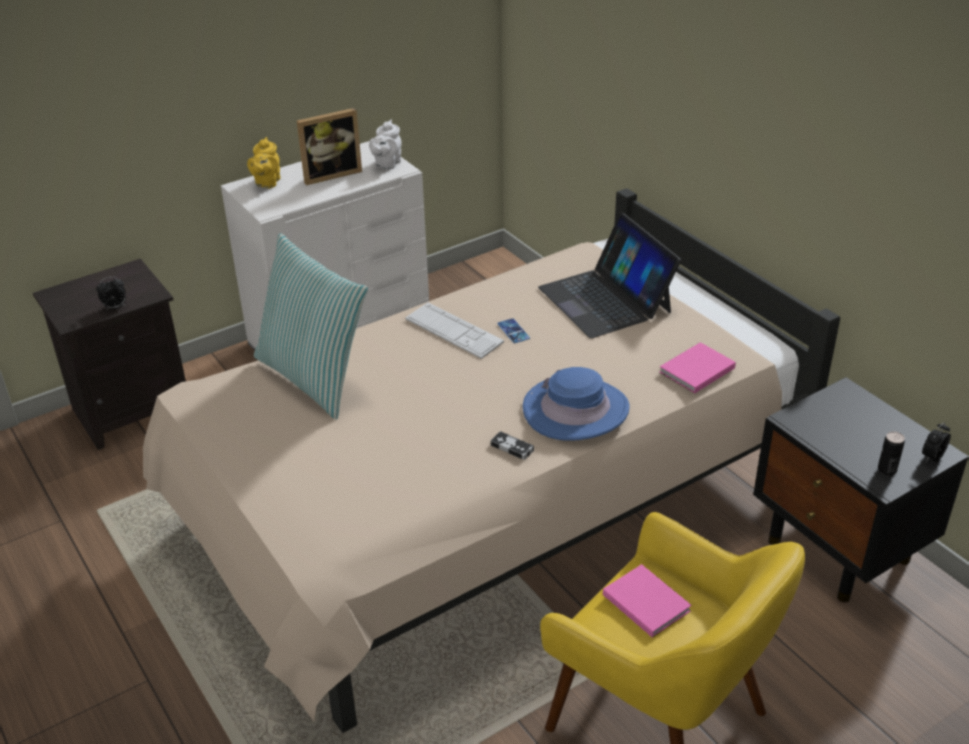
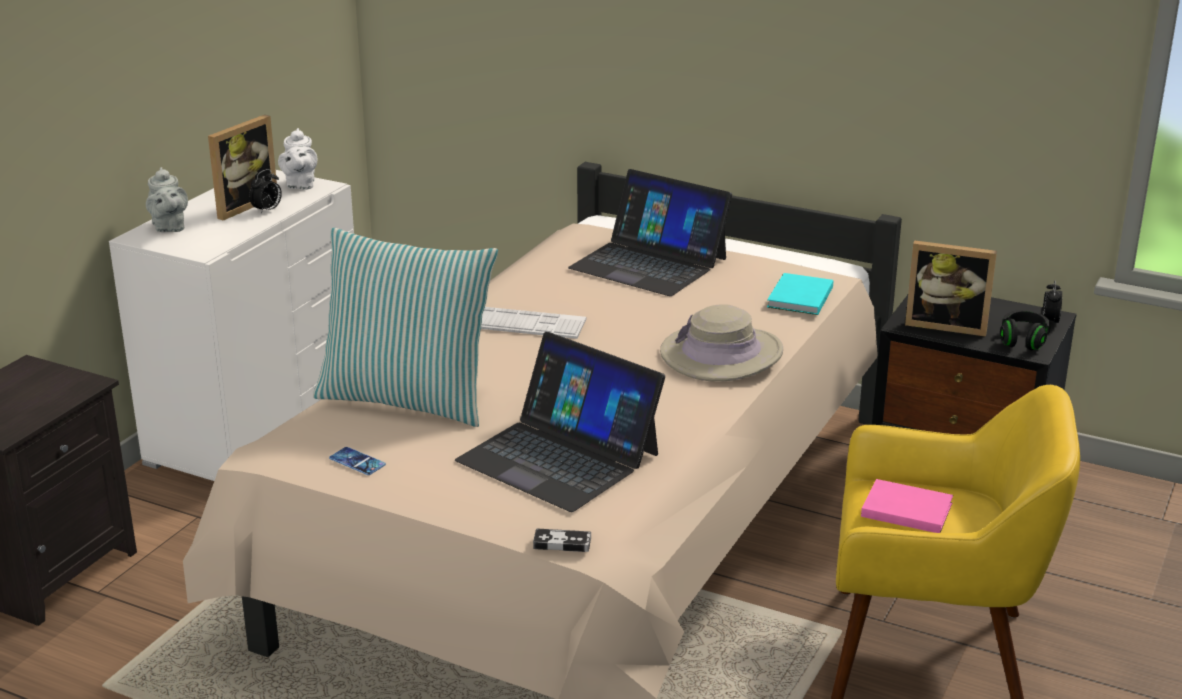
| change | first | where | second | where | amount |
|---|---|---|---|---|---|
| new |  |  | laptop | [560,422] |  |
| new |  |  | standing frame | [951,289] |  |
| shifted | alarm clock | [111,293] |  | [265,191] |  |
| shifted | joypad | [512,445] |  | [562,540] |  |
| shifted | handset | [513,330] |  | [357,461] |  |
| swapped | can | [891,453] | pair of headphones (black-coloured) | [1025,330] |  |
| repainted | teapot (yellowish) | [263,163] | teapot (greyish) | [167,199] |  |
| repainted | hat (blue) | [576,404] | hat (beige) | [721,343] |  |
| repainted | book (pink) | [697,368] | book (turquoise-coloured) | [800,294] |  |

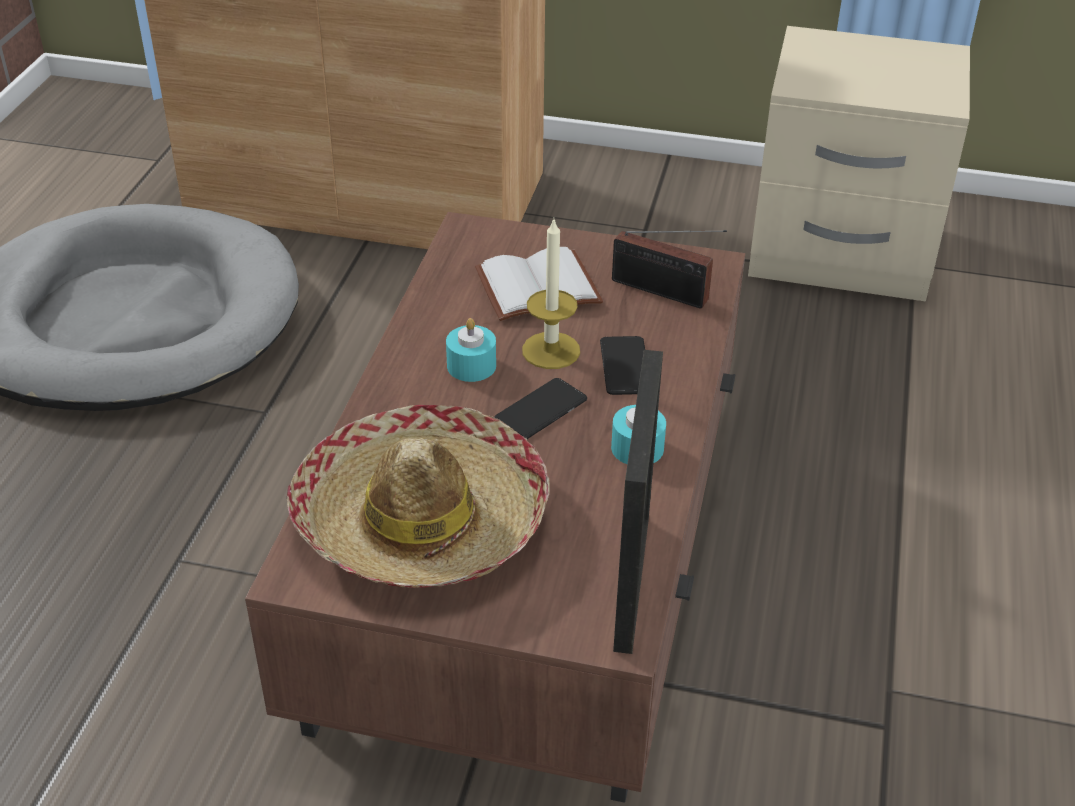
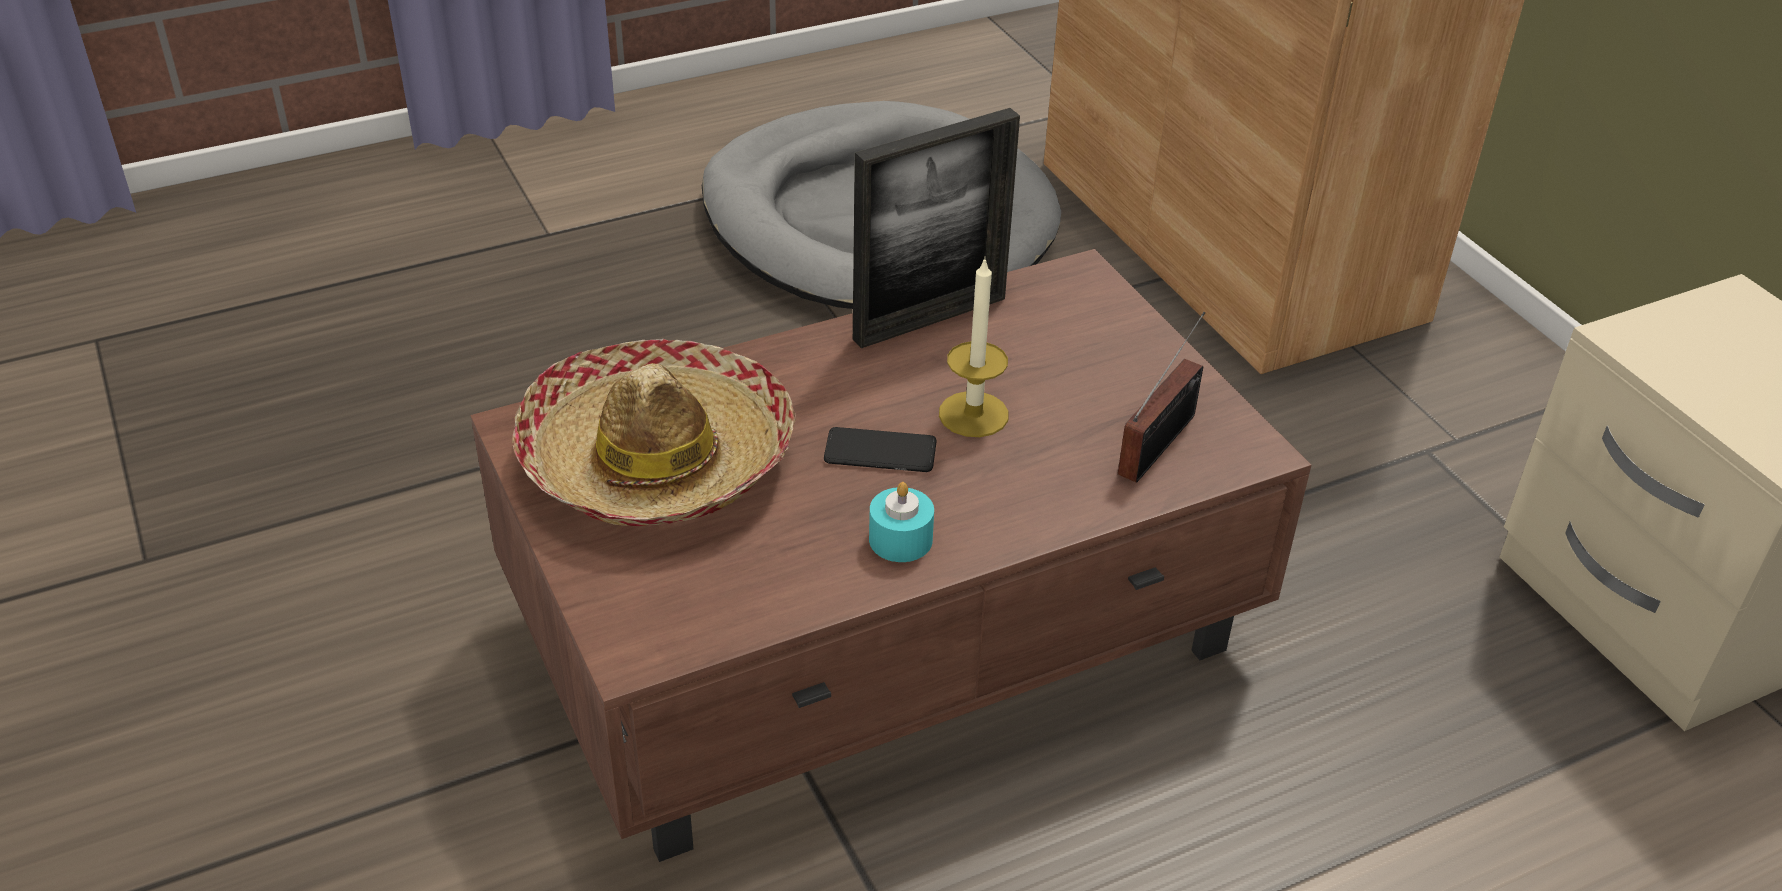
| change | first | where | second | where | amount |
|---|---|---|---|---|---|
| gone | candle (turquoise-coloured) | [471,350] |  |  |  |
| gone | book (white-coloured) | [539,284] |  |  |  |
| gone | handset | [622,365] |  |  |  |
| shifted | standing frame | [638,502] |  | [936,228] |  |
| rotated | radio | [669,269] |  | [1161,397] | 135 degrees counterclockwise |

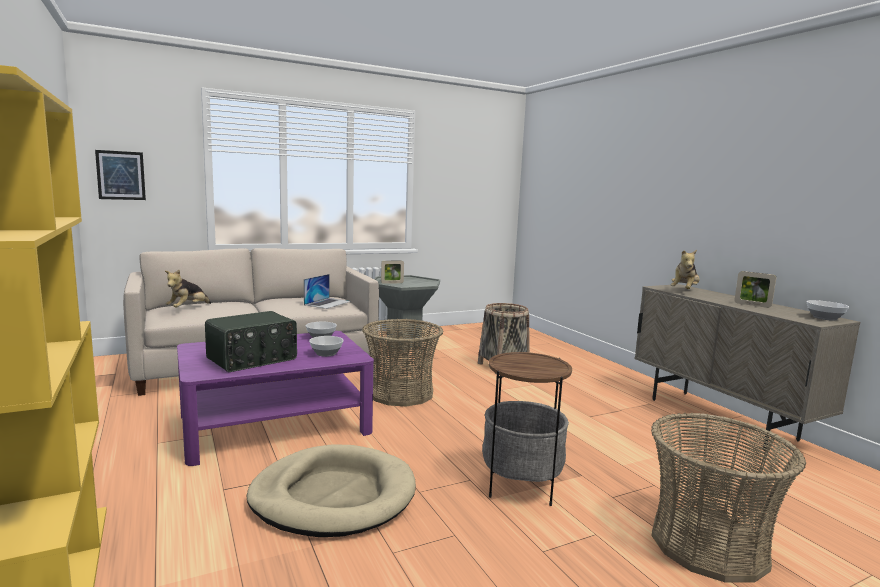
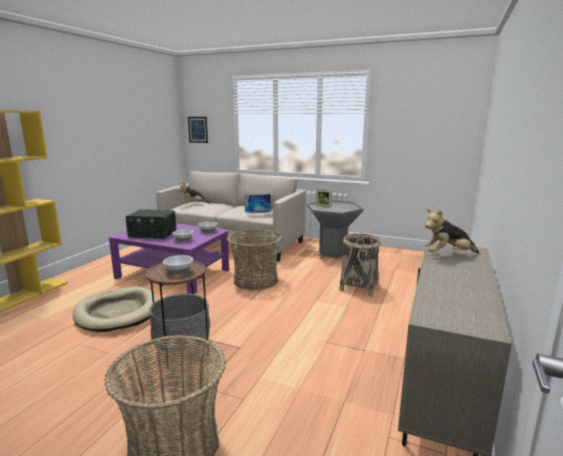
| change | first | where | second | where | amount |
|---|---|---|---|---|---|
| gone | standing frame | [755,289] |  |  |  |
| shifted | deep dish | [828,310] |  | [178,265] |  |

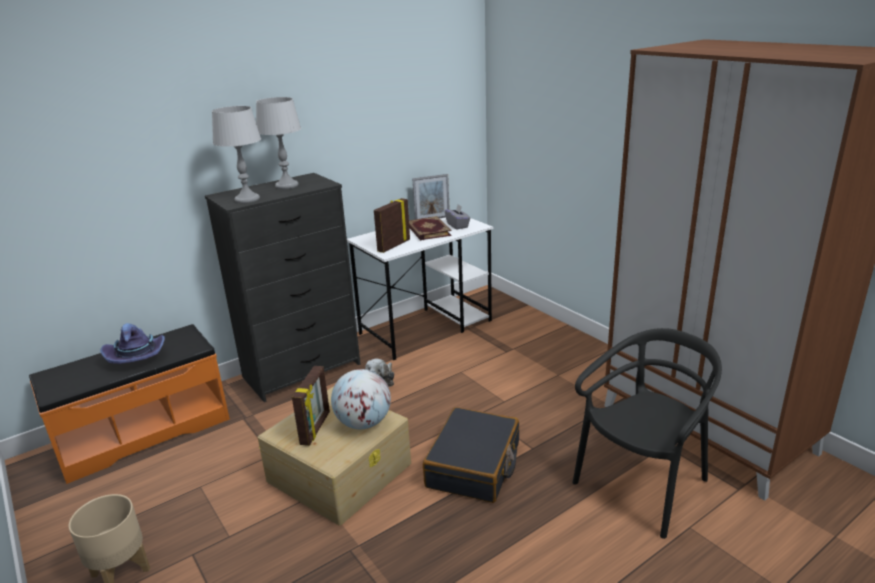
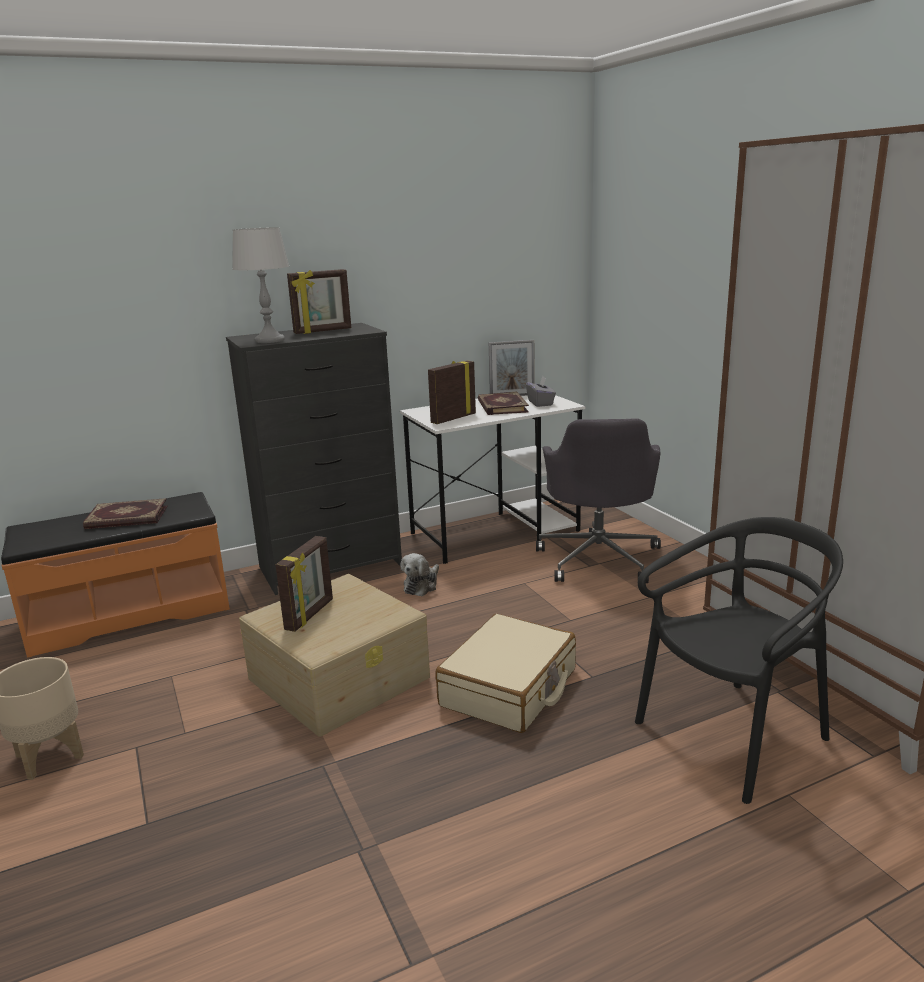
| change | first | where | second | where | amount |
|---|---|---|---|---|---|
| gone | globe | [361,399] |  |  |  |
| new |  |  | computer chair (greyish) | [598,500] |  |
| swapped | hat (purplish) | [132,343] | book | [125,513] |  |
| swapped | lamp for a table (greyish) | [278,143] | standing frame | [319,301] |  |
| repainted | piece of luggage (black-coloured) | [471,455] | piece of luggage (beige) | [506,673] |  |

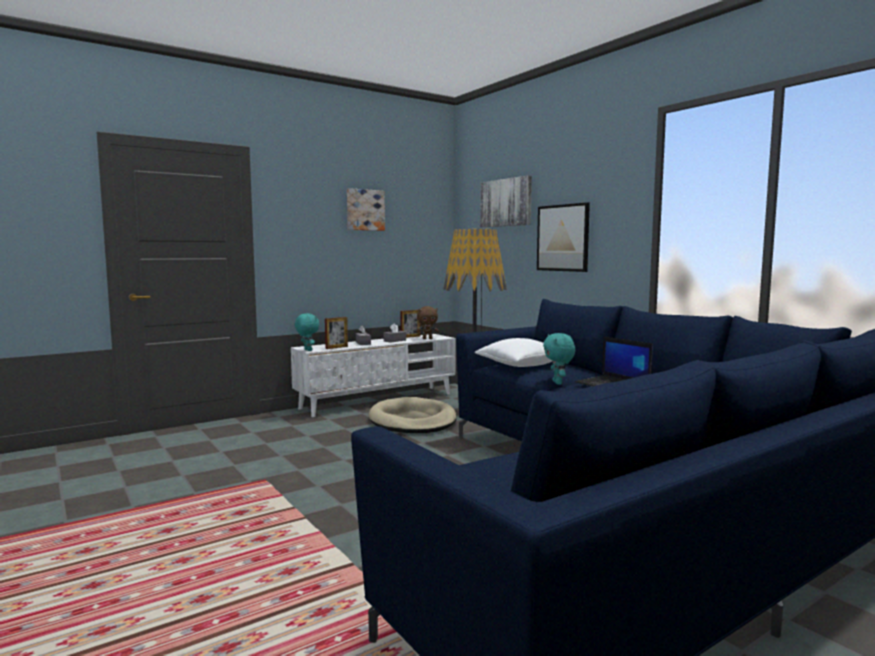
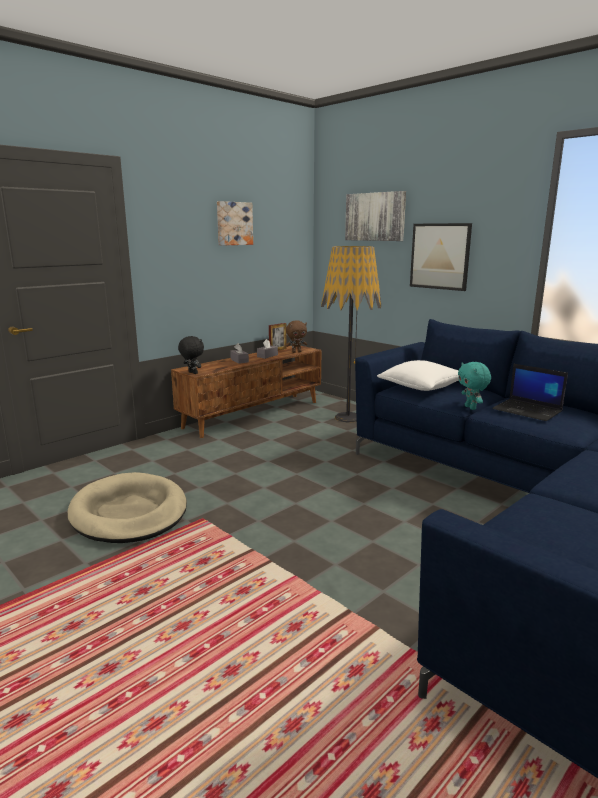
| change | first | where | second | where | amount |
|---|---|---|---|---|---|
| gone | standing frame | [336,333] |  |  |  |
| shifted | dog bed (beige) | [413,415] |  | [127,507] |  |
| repainted | media console (white-coloured) | [373,375] | media console (brown) | [246,392] |  |
| repainted | soft toy (turquoise-coloured) | [307,332] | soft toy (black-coloured) | [191,355] |  |

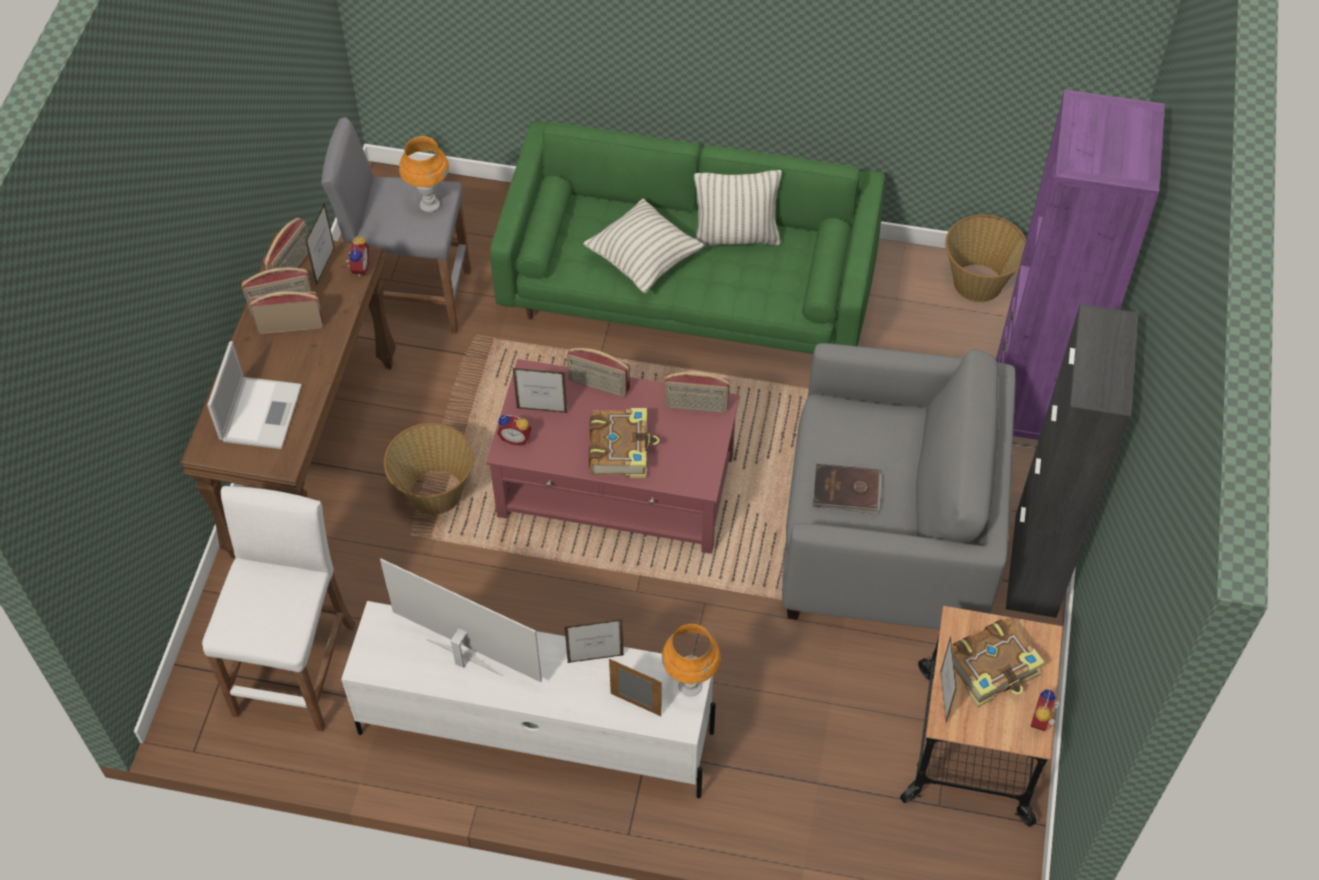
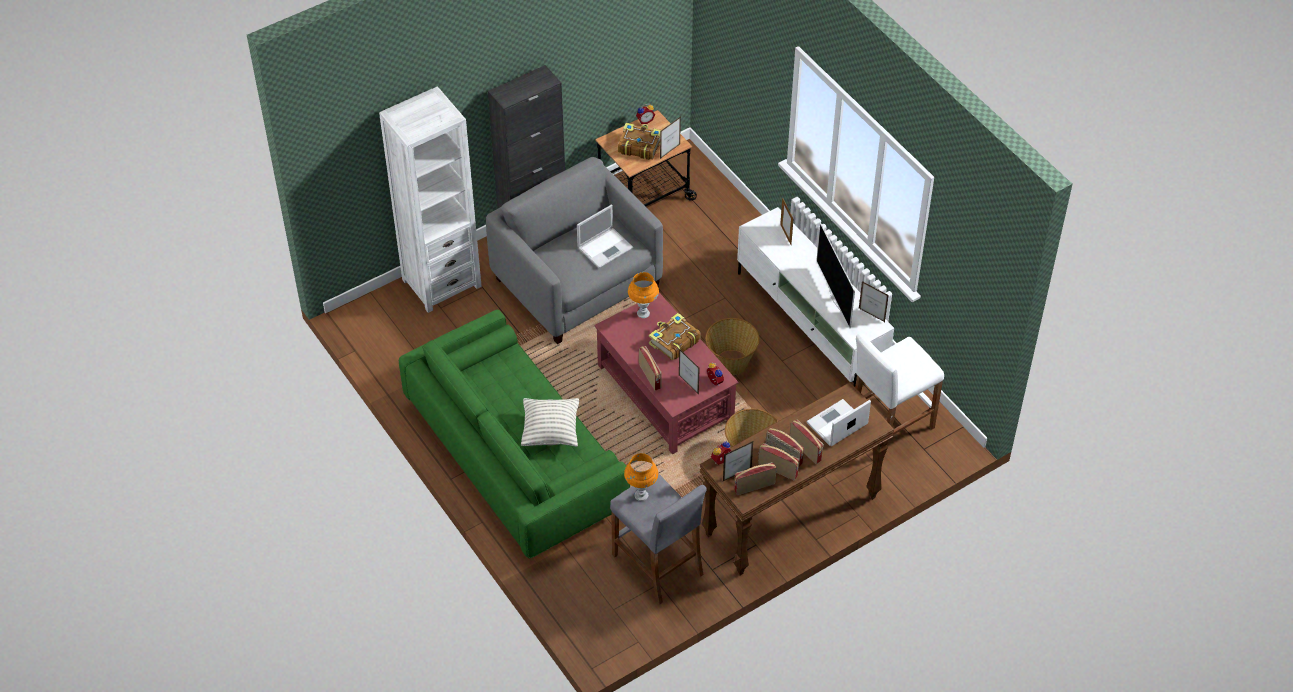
| change | first | where | second | where | amount |
|---|---|---|---|---|---|
| gone | pillow | [738,208] |  |  |  |
| shifted | standing frame | [594,641] |  | [874,301] |  |
| shifted | lamp for a table (orange) | [691,660] |  | [643,295] |  |
| shifted | radio | [697,392] |  | [807,441] |  |
| shifted | storage basket | [985,258] |  | [732,346] |  |
| swapped | book (brown) | [847,489] | laptop | [605,236] |  |
| repainted | bookcase (purplish) | [1080,265] | bookcase (white-coloured) | [430,199] |  |

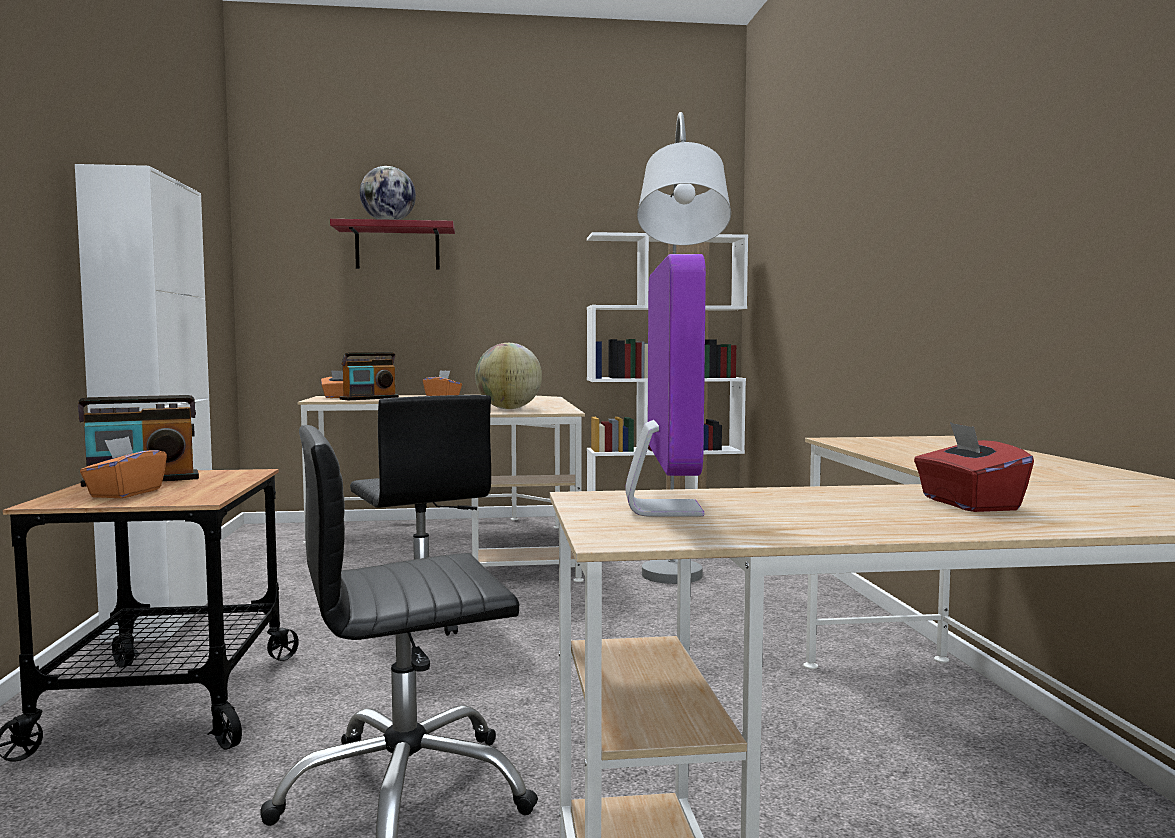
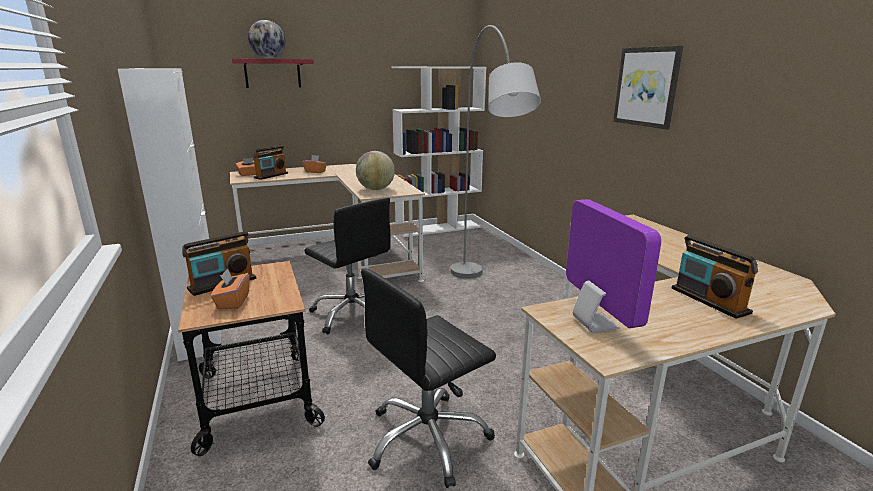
| change | first | where | second | where | amount |
|---|---|---|---|---|---|
| new |  |  | wall picture | [648,87] |  |
| swapped | box of tissues (red-coloured) | [974,467] | radio | [715,277] |  |

